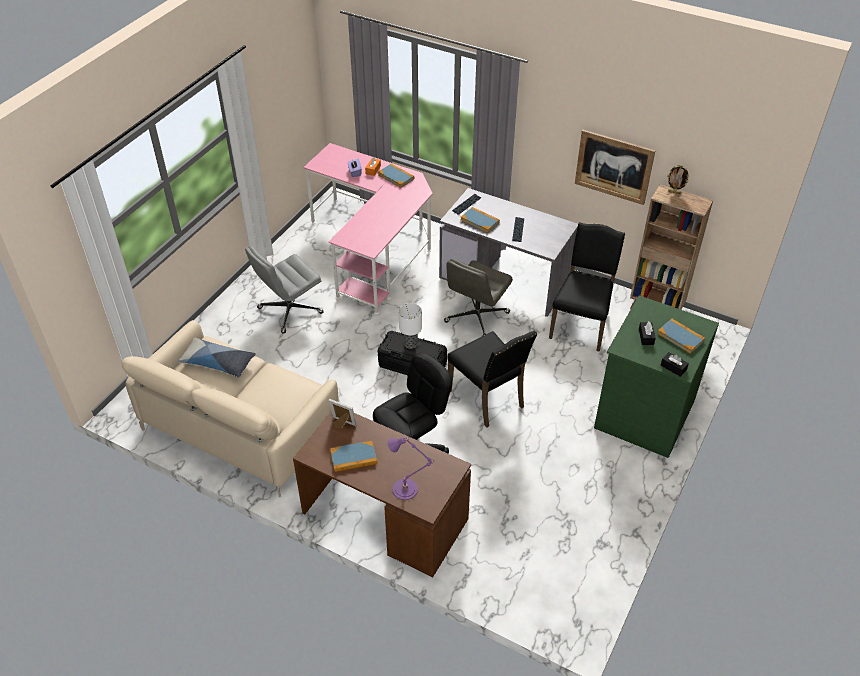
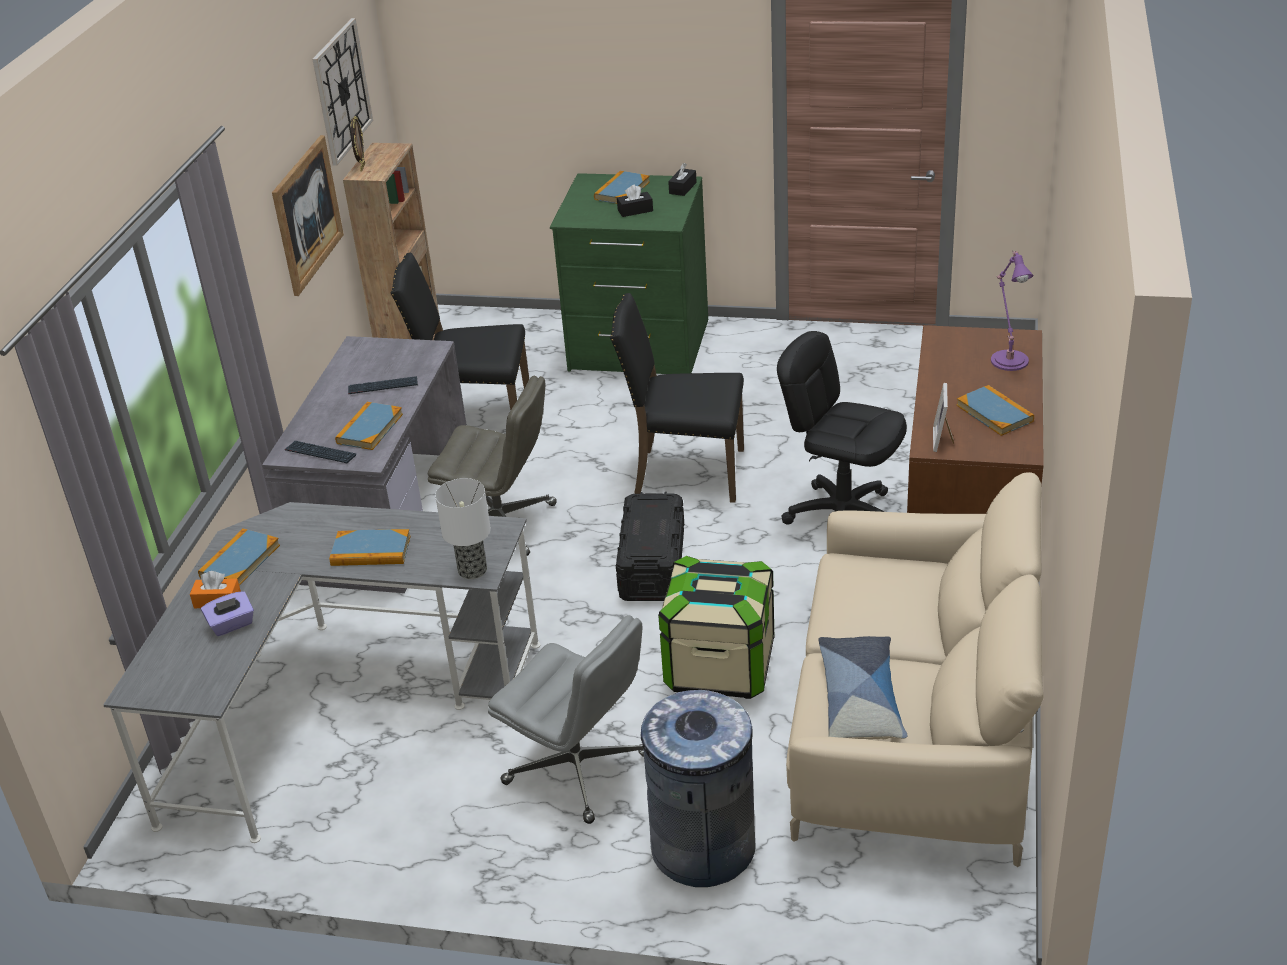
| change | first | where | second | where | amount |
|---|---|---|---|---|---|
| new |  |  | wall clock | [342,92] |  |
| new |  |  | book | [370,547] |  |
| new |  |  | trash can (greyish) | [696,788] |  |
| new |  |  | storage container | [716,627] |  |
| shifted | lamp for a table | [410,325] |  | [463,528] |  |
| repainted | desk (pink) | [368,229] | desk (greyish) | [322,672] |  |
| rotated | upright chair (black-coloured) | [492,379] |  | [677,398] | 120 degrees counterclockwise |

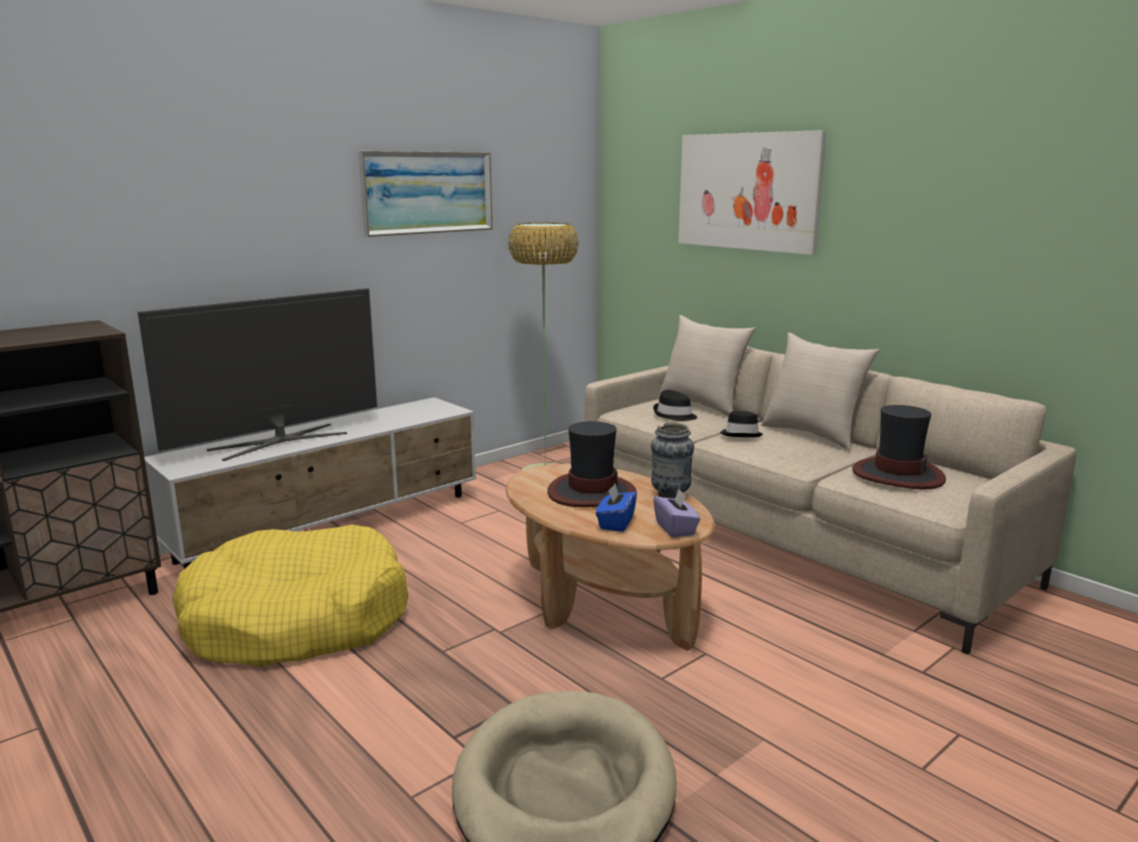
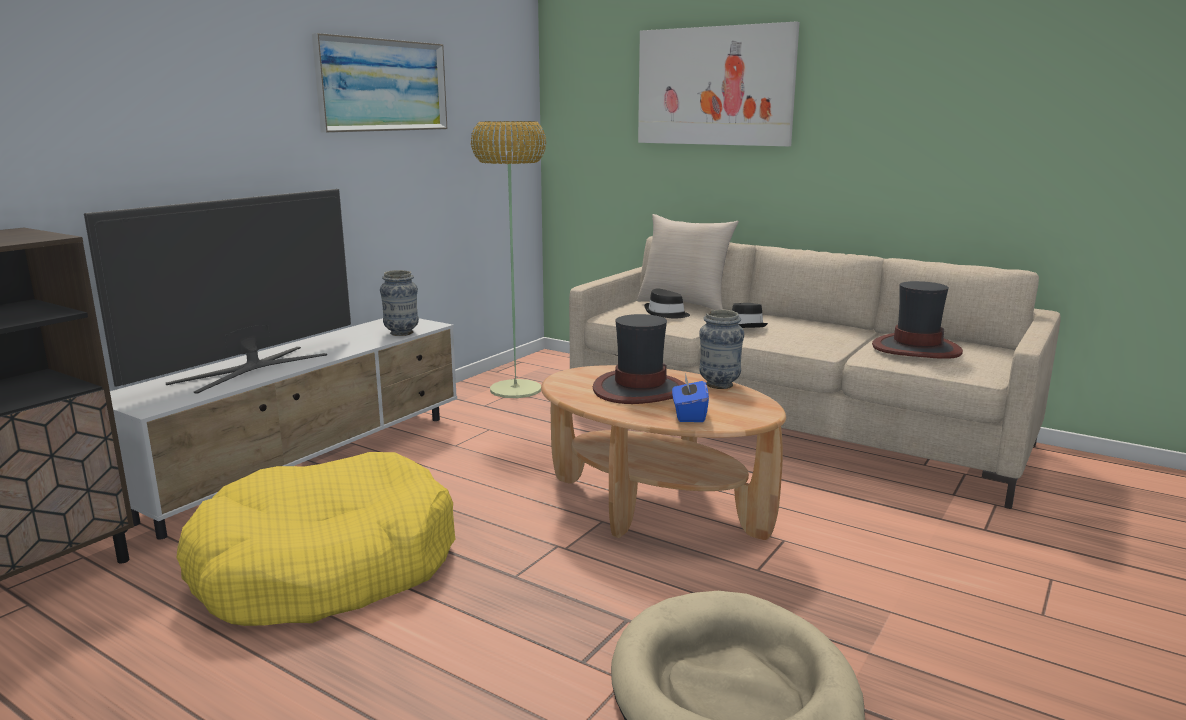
| change | first | where | second | where | amount |
|---|---|---|---|---|---|
| gone | box of tissues (purplish) | [676,513] |  |  |  |
| gone | pillow (beige) | [820,391] |  |  |  |
| new |  |  | vase | [399,303] |  |

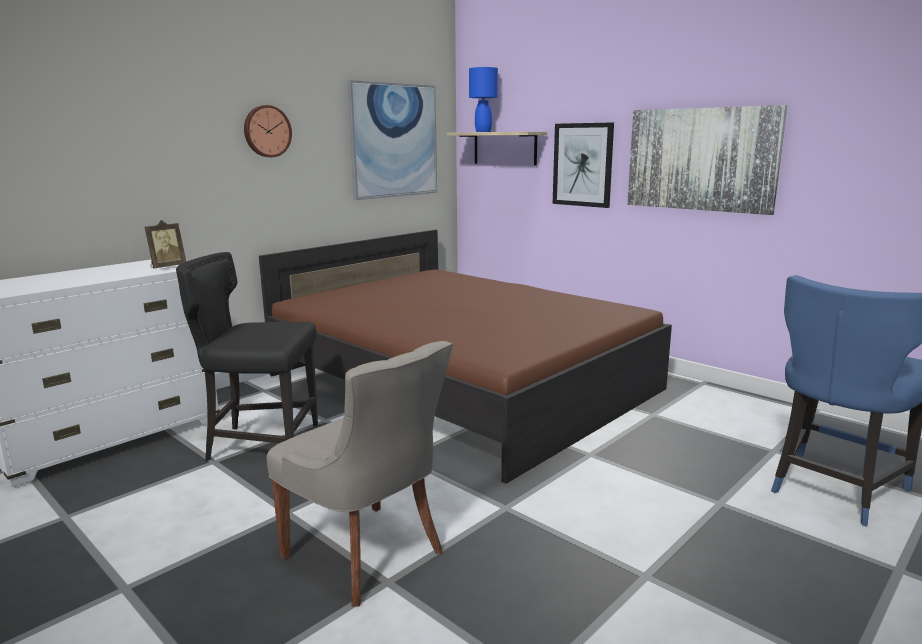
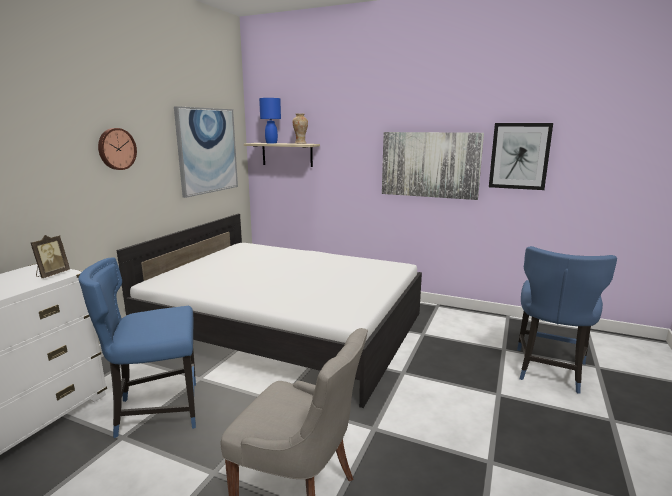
| change | first | where | second | where | amount |
|---|---|---|---|---|---|
| new |  |  | vase | [300,128] |  |
| shifted | wall picture | [583,165] |  | [521,156] |  |
| repainted | upright chair (black-coloured) | [247,356] | upright chair (blue) | [137,347] |  |
| repainted | bed (brown) | [465,357] | bed (white-coloured) | [269,311] |  |

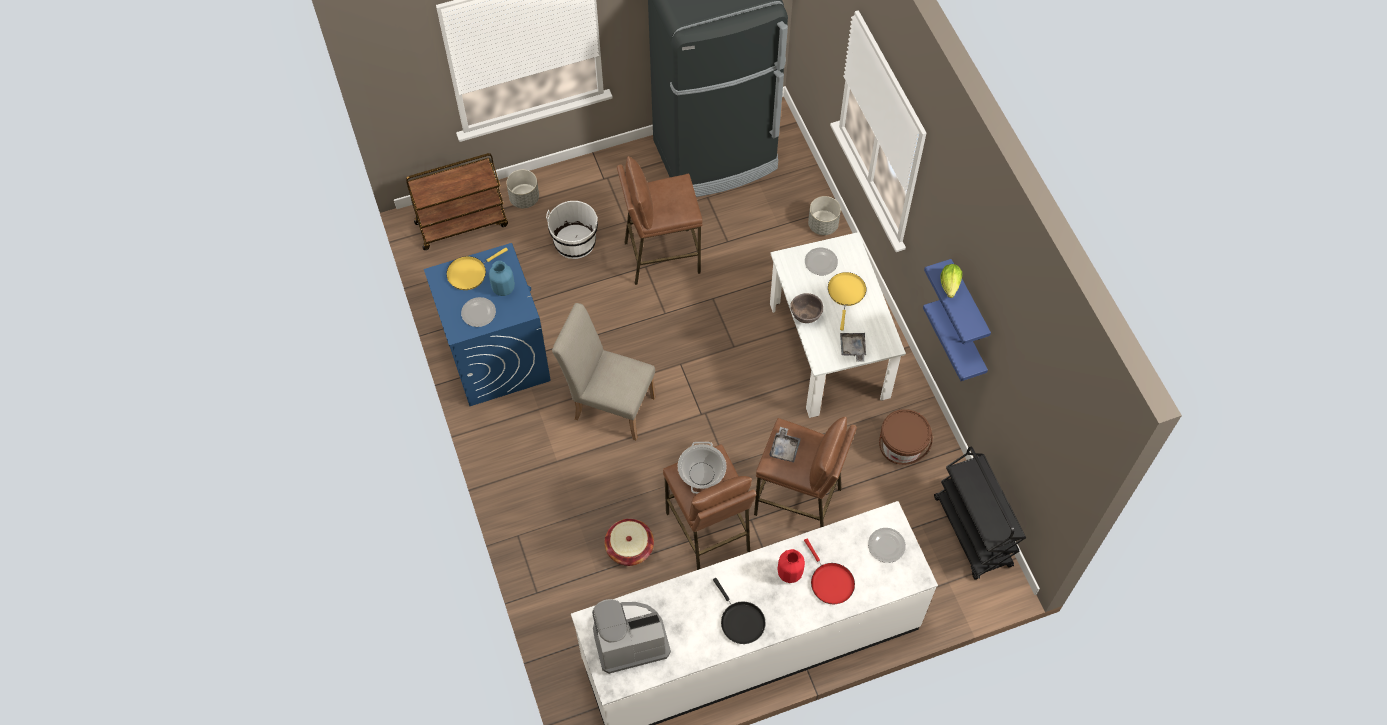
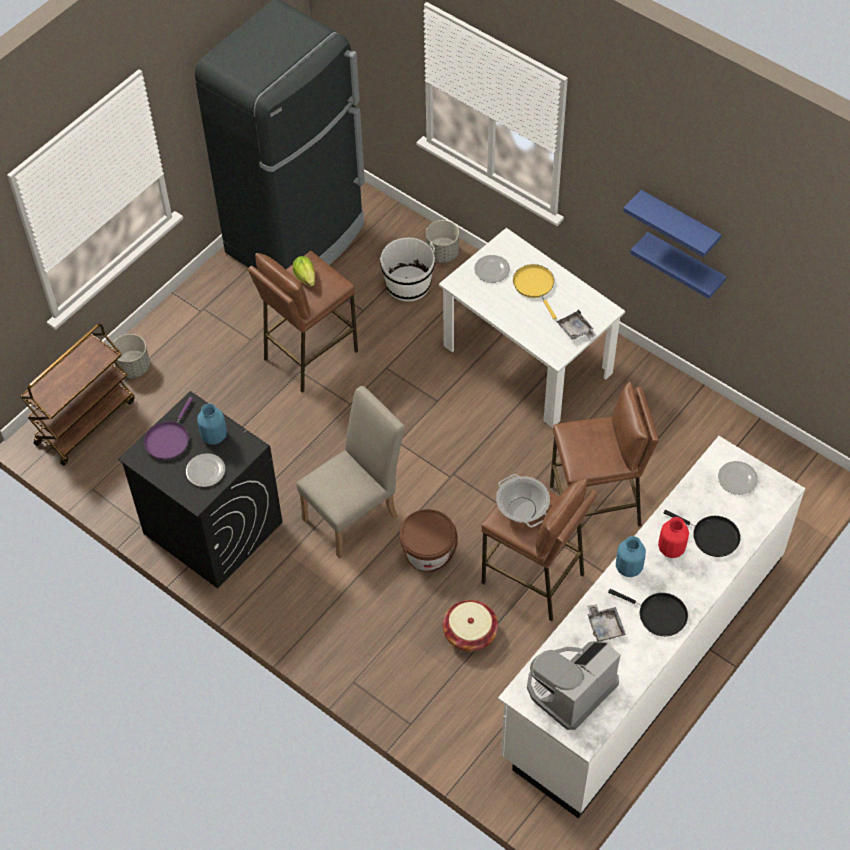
| change | first | where | second | where | amount |
|---|---|---|---|---|---|
| gone | deep dish (brown) | [806,308] |  |  |  |
| gone | cart (black-coloured) | [980,513] |  |  |  |
| new |  |  | vase (blue) | [631,556] |  |
| shifted | bucket (white-coloured) | [572,230] |  | [407,270] |  |
| shifted | tray (greyish) | [785,444] |  | [606,623] |  |
| shifted | bucket (brown) | [906,437] |  | [429,540] |  |
| shifted | lettuce | [951,281] |  | [304,271] |  |
| repainted | laundry appliance (blue) | [487,324] | laundry appliance (black-coloured) | [200,489] |  |
| repainted | skillet (yellowish) | [477,269] | skillet (purplish) | [168,428] |  |
| repainted | skillet (red-coloured) | [829,571] | skillet (black-coloured) | [702,533] |  |
| rotated | upright chair (beige) | [604,371] |  | [350,472] | 150 degrees clockwise |

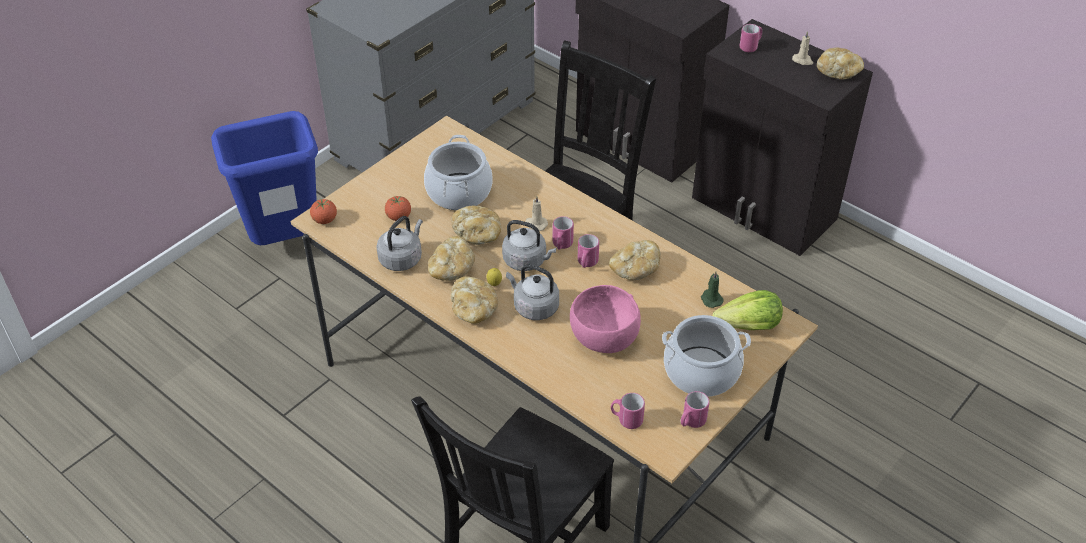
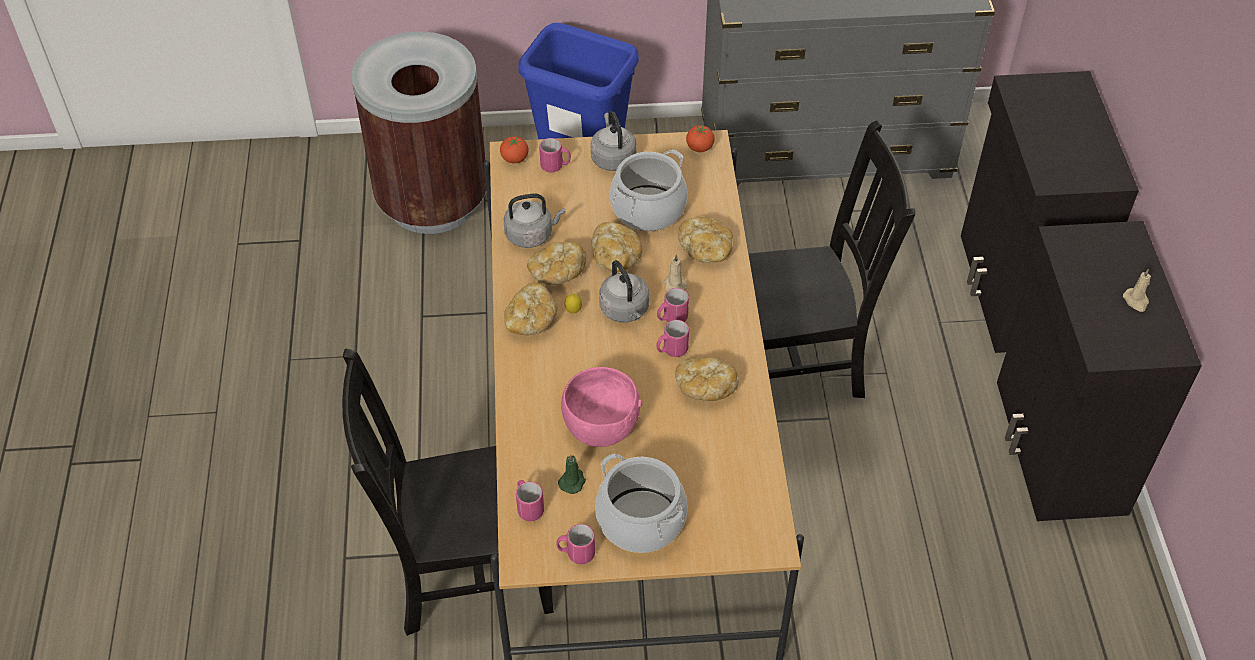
| change | first | where | second | where | amount |
|---|---|---|---|---|---|
| gone | lettuce | [747,310] |  |  |  |
| new |  |  | trash can (brown) | [419,133] |  |
| shifted | tomato | [398,208] |  | [700,138] |  |
| shifted | kettle (greyish) | [532,292] |  | [614,141] |  |
| shifted | candle (green) | [712,289] |  | [572,474] |  |
| shifted | tea mug (pink) | [751,38] |  | [555,155] |  |
| shifted | bakery bread | [840,64] |  | [705,240] |  |

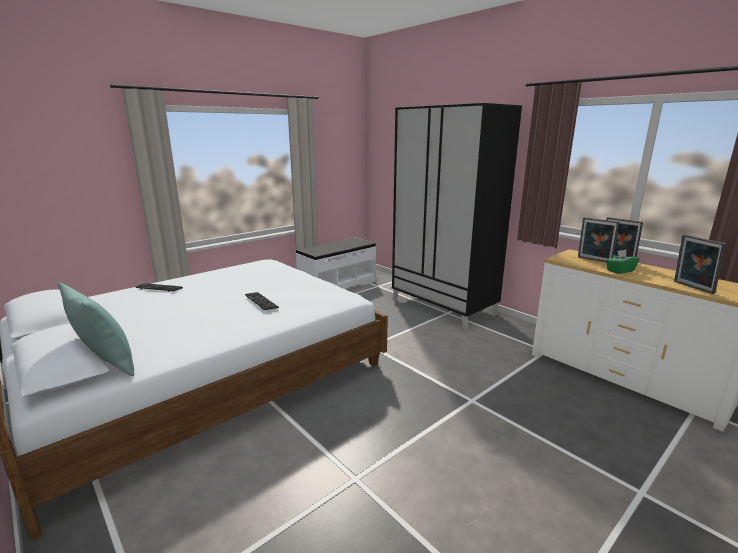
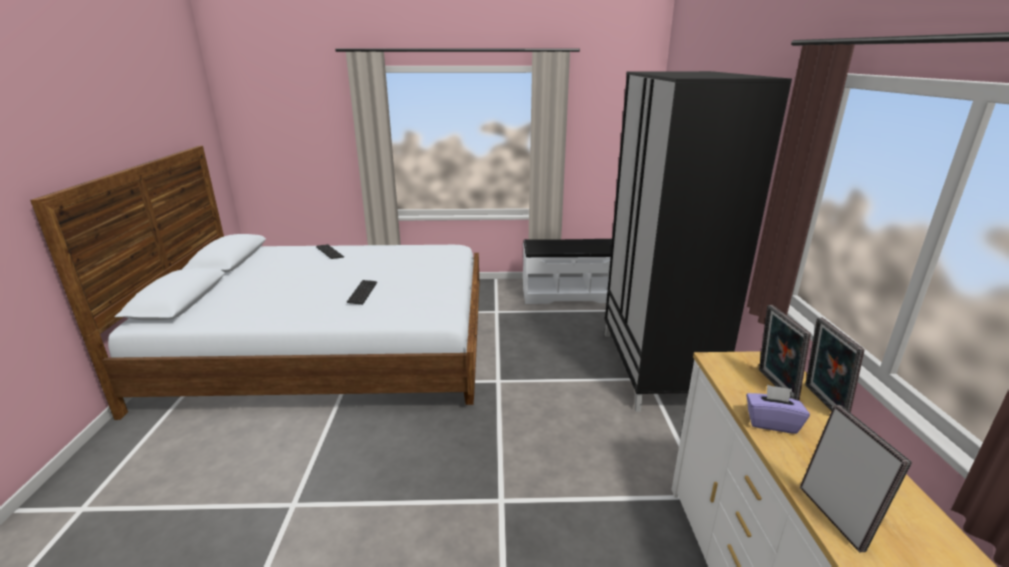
| change | first | where | second | where | amount |
|---|---|---|---|---|---|
| gone | pillow (turquoise-coloured) | [96,329] |  |  |  |
| repainted | box of tissues (green) | [622,262] | box of tissues (purplish) | [778,409] |  |
| rotated | standing frame | [700,264] |  | [856,479] | 150 degrees clockwise |

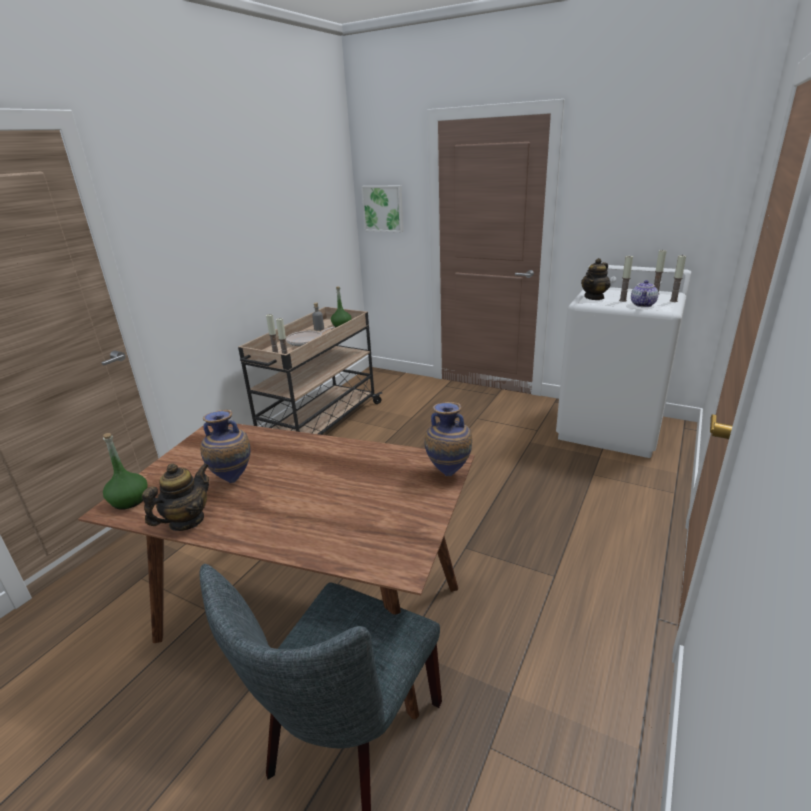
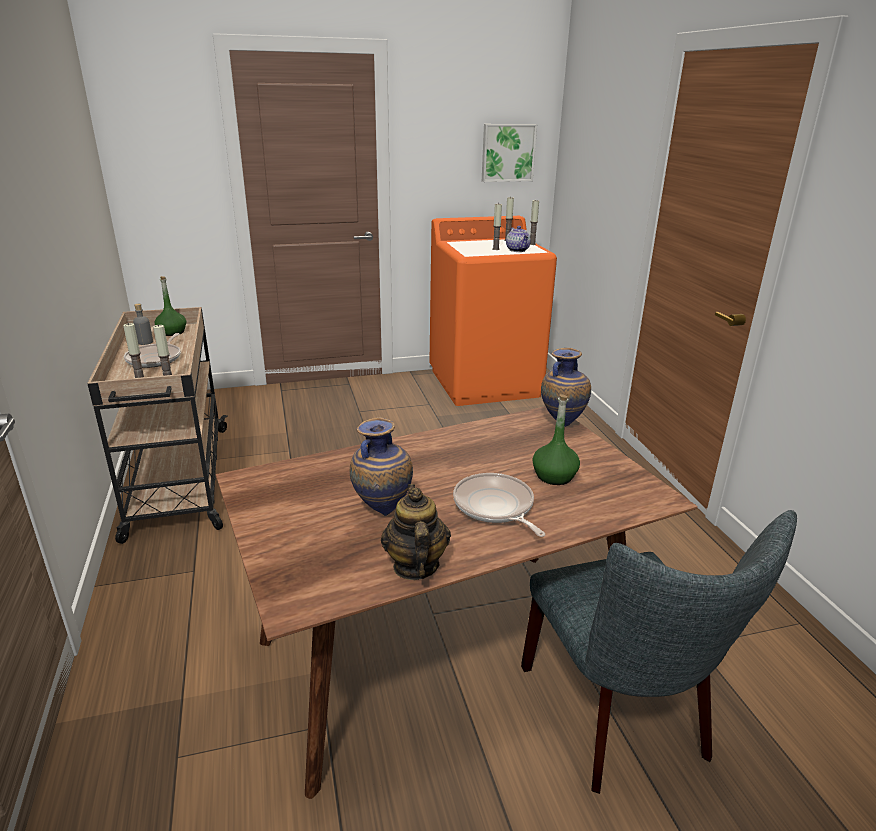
| change | first | where | second | where | amount |
|---|---|---|---|---|---|
| gone | teapot | [596,279] |  |  |  |
| new |  |  | skillet | [499,505] |  |
| shifted | beverage bottle (green) | [125,471] |  | [556,439] |  |
| shifted | wall picture | [382,209] |  | [509,153] |  |
| repainted | laundry appliance (white-coloured) | [624,361] | laundry appliance (orange) | [493,311] |  |

